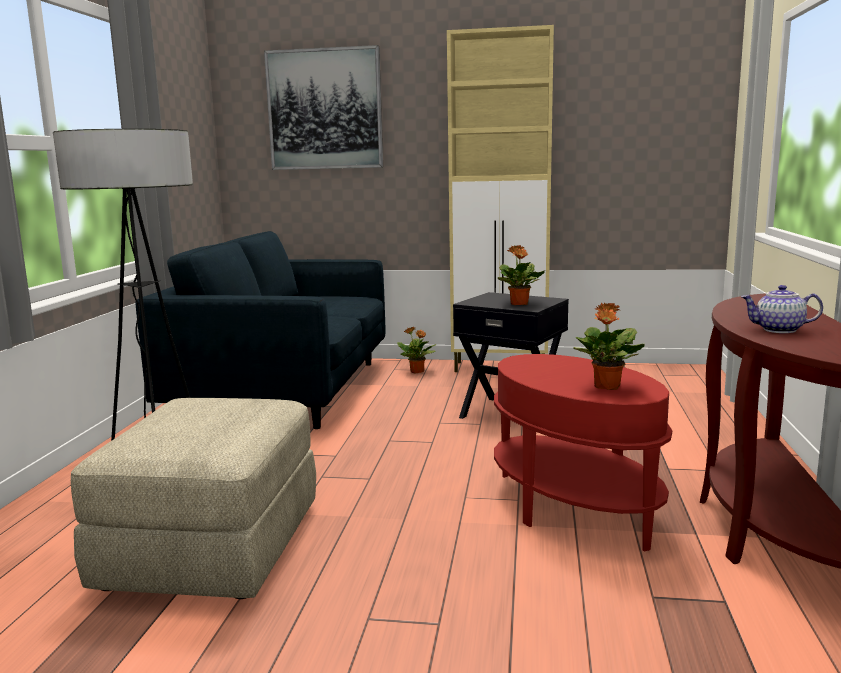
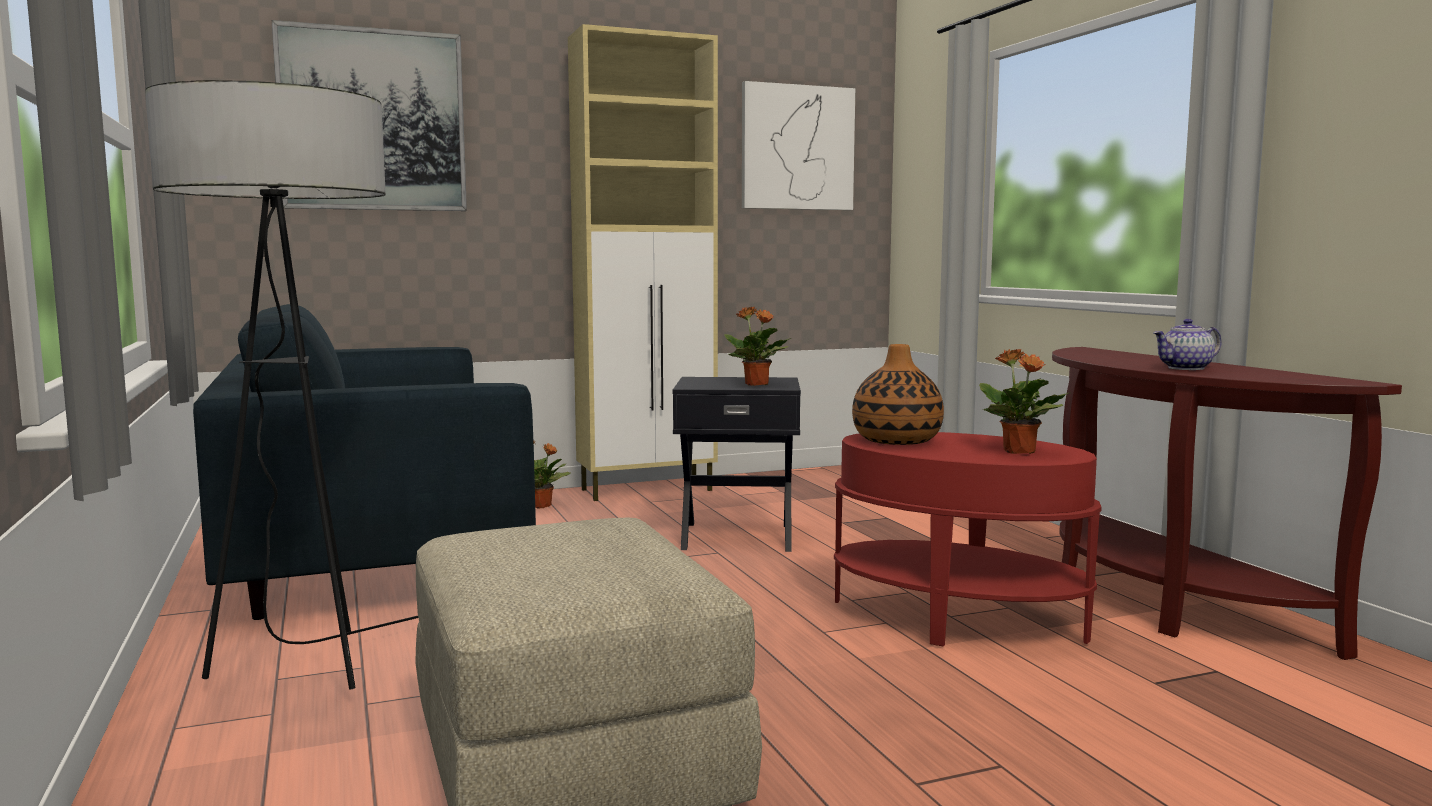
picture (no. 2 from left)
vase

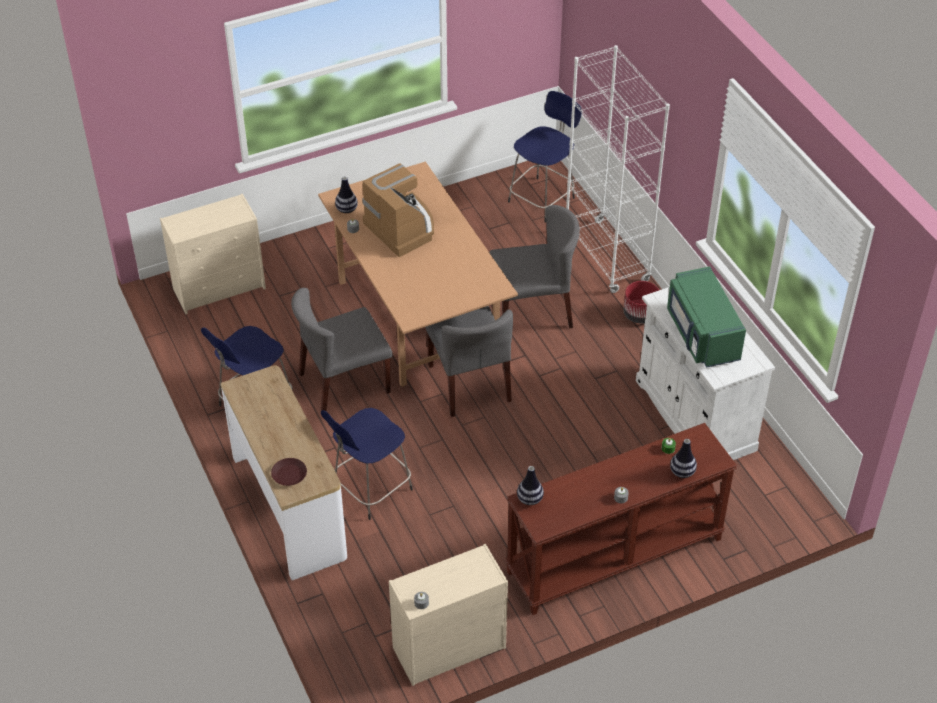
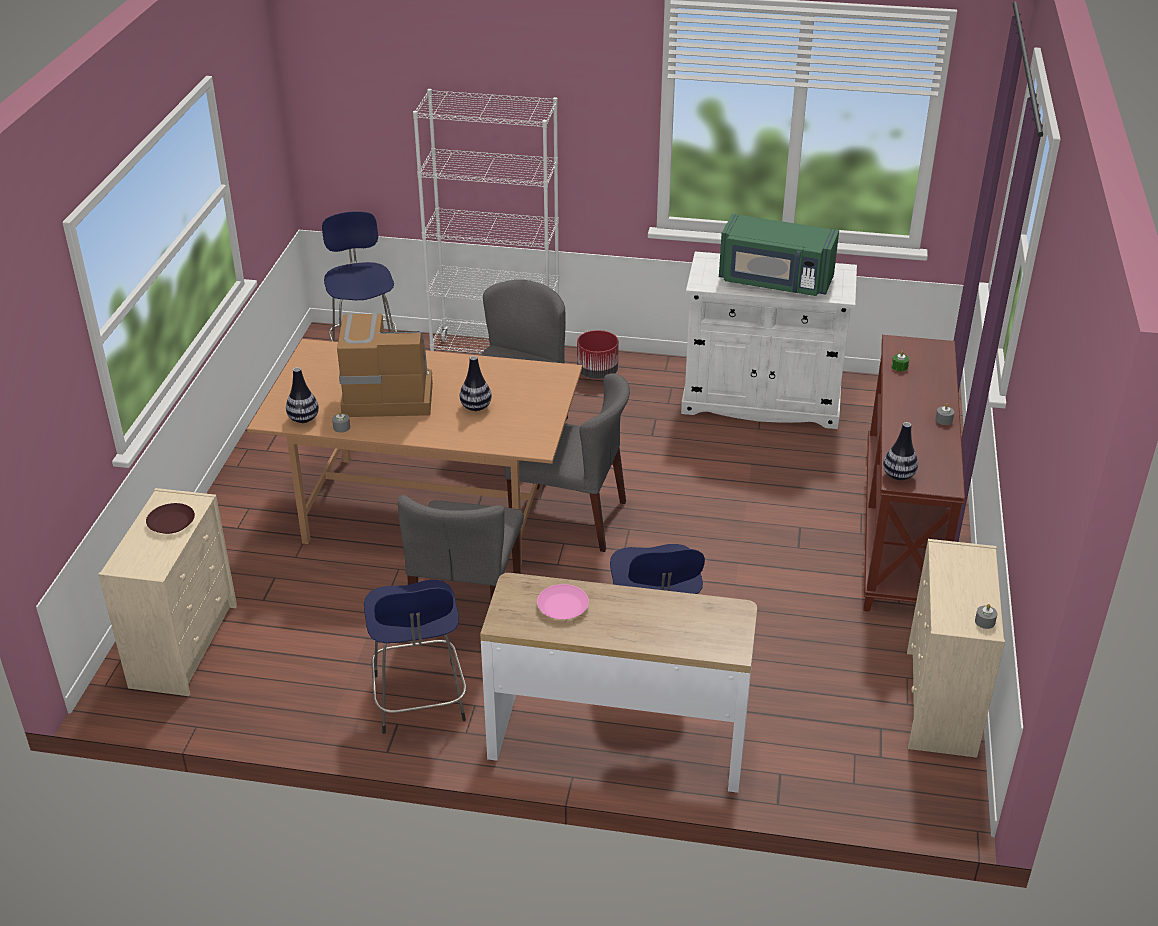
pink plate
brown plate
vase (no. 2 from left)

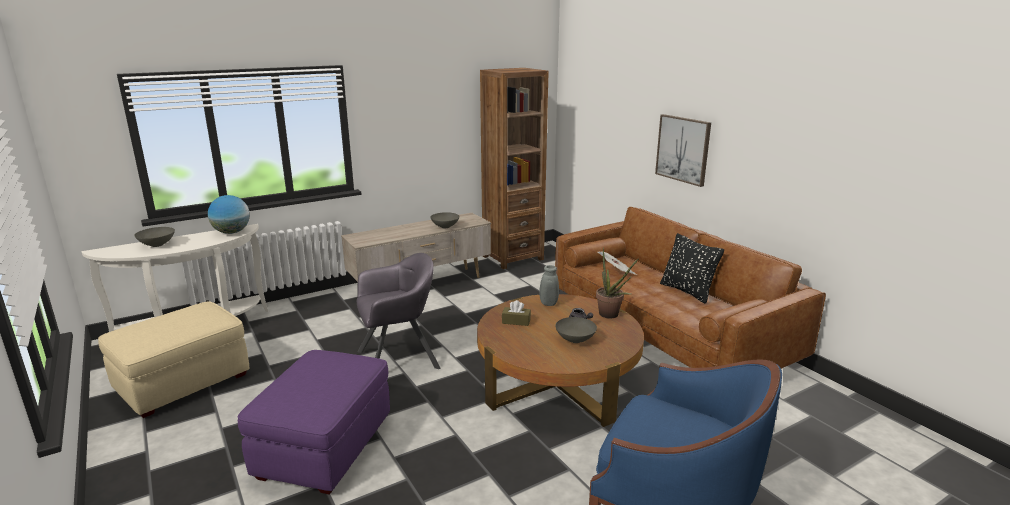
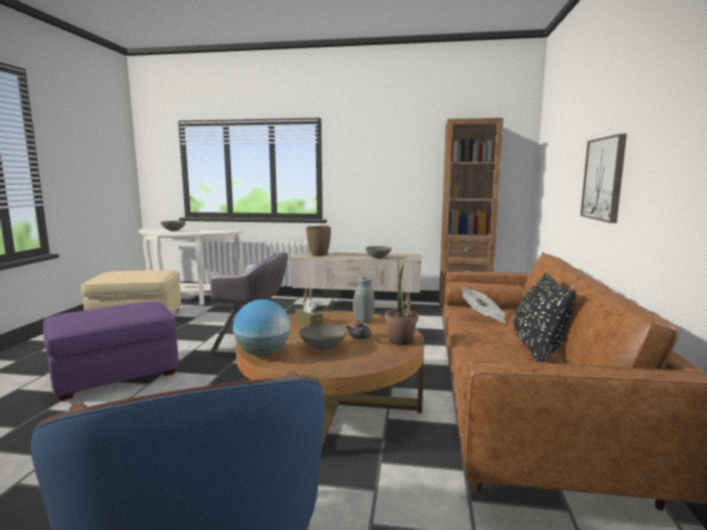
brown vase
globe

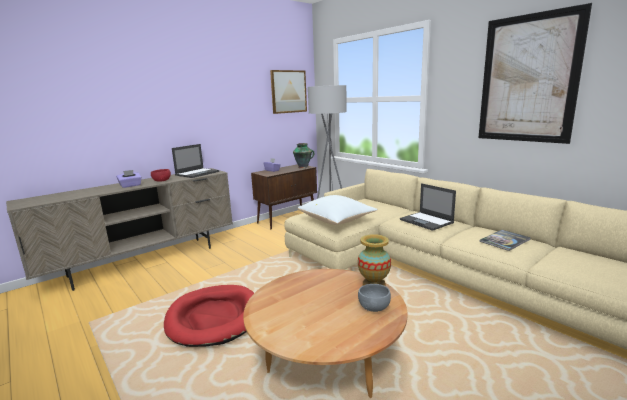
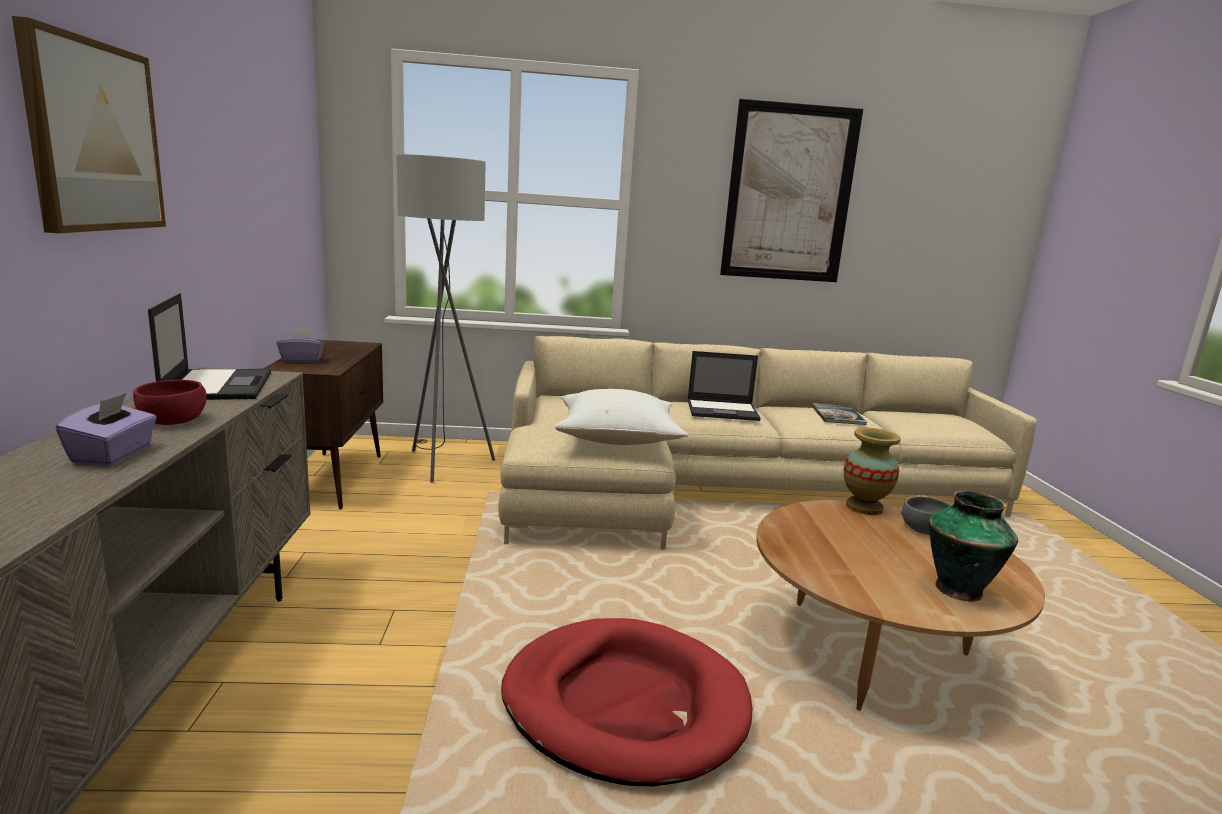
picture (no. 1 from left)
vase (no. 2 from left)

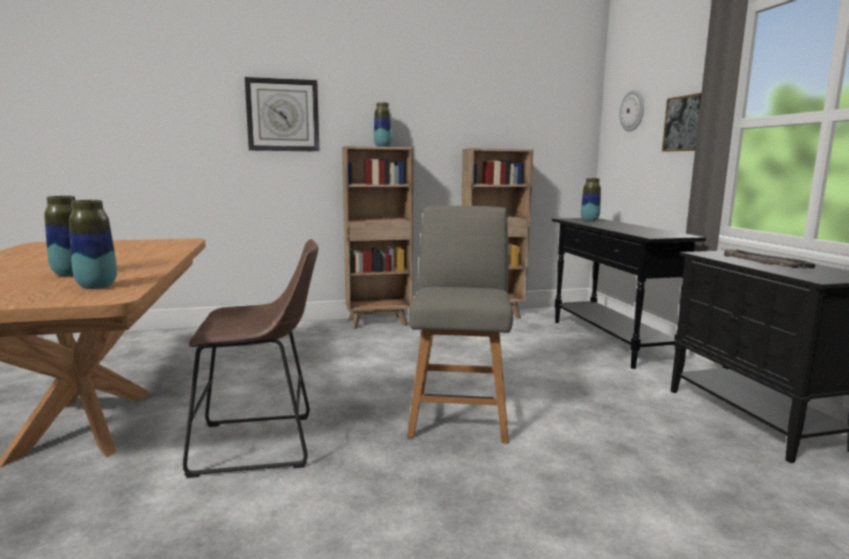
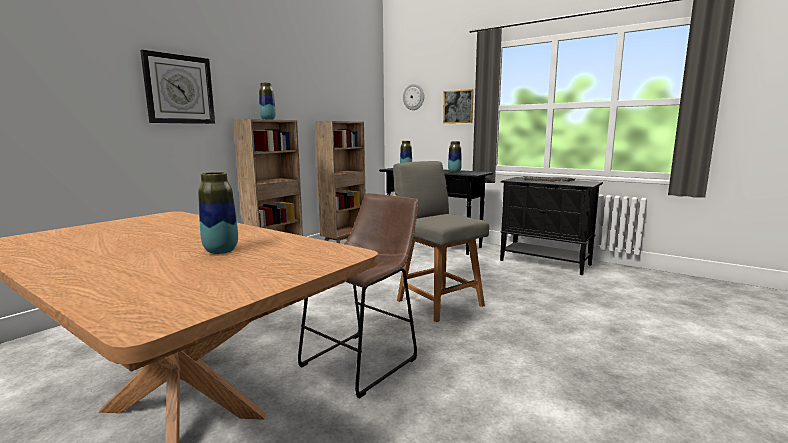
vase (no. 4 from left)

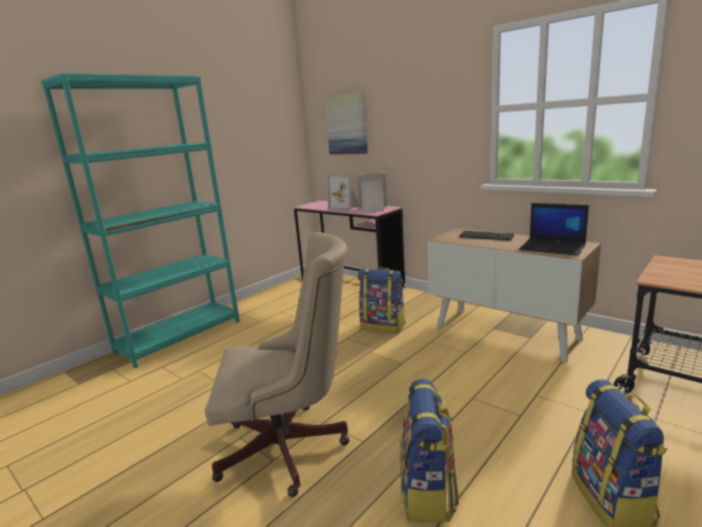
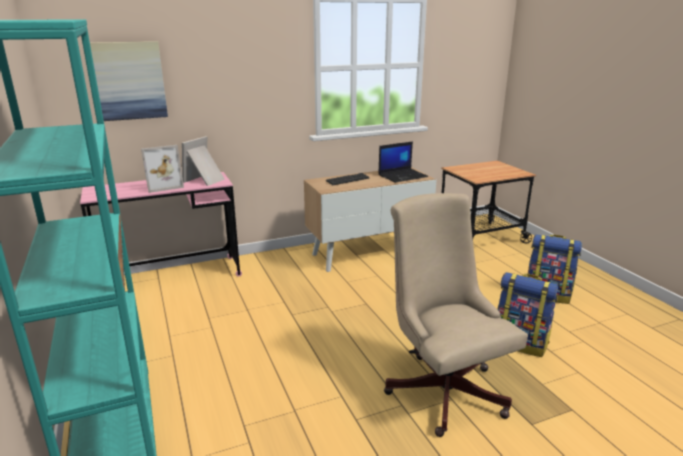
backpack (no. 1 from left in the first image)
beige office chair

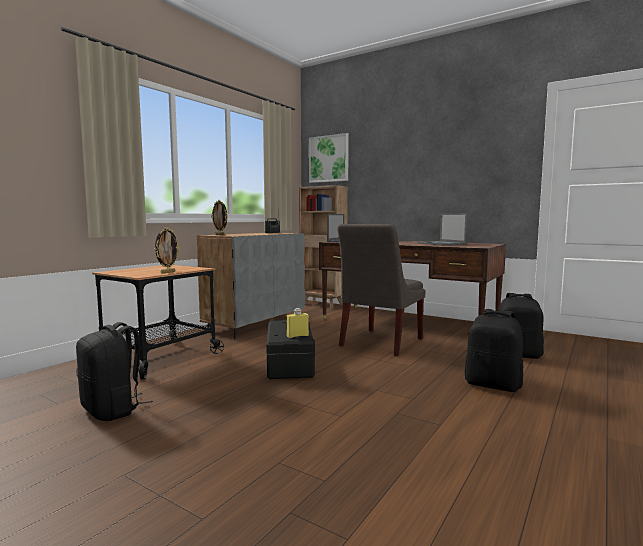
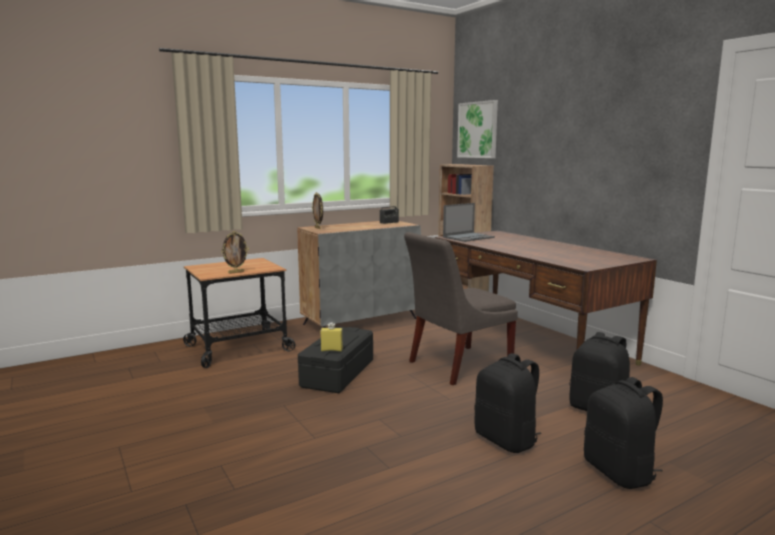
laptop (no. 2 from left in the first image)
black backpack (no. 3 from left)

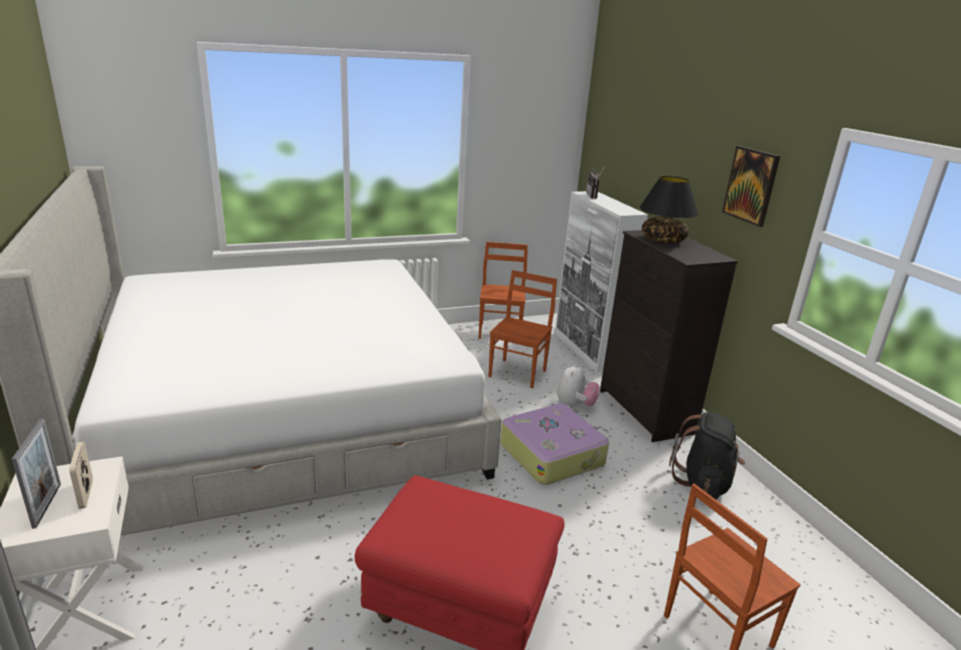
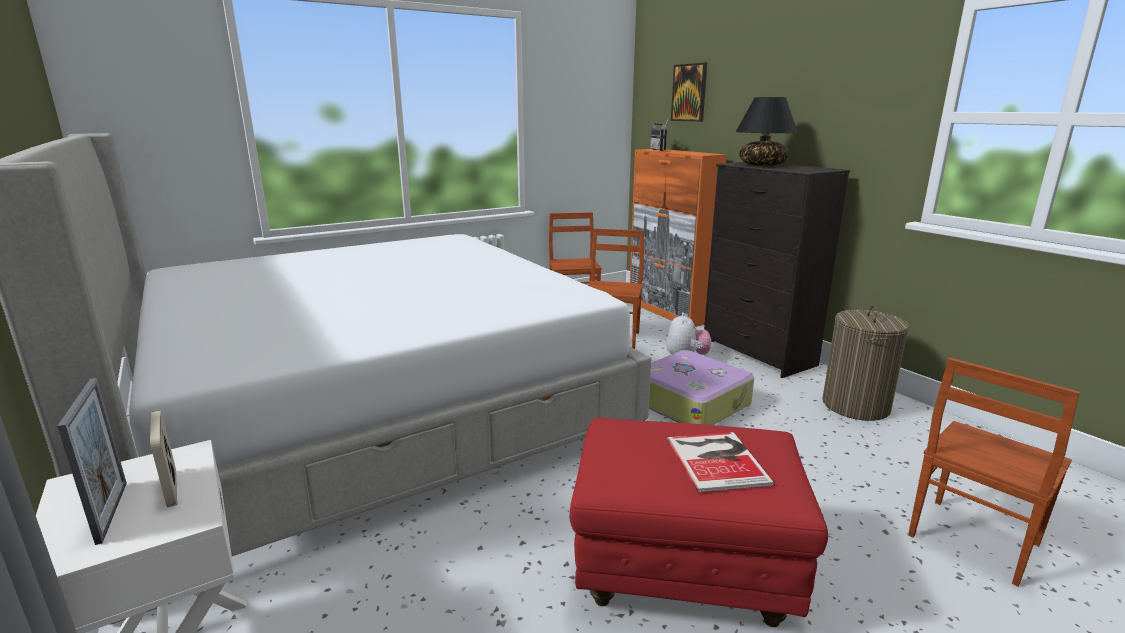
book
picture
laundry basket
orange cabinet

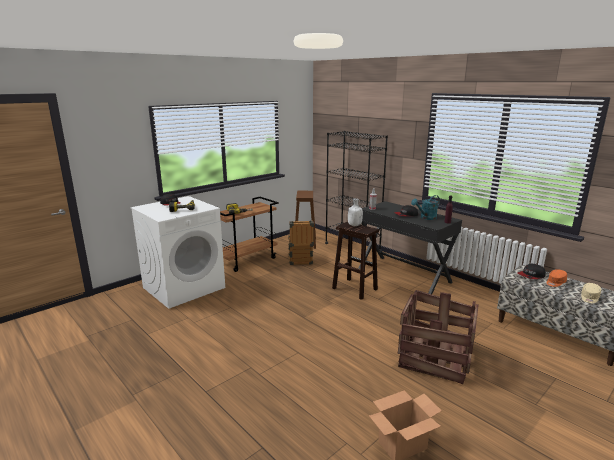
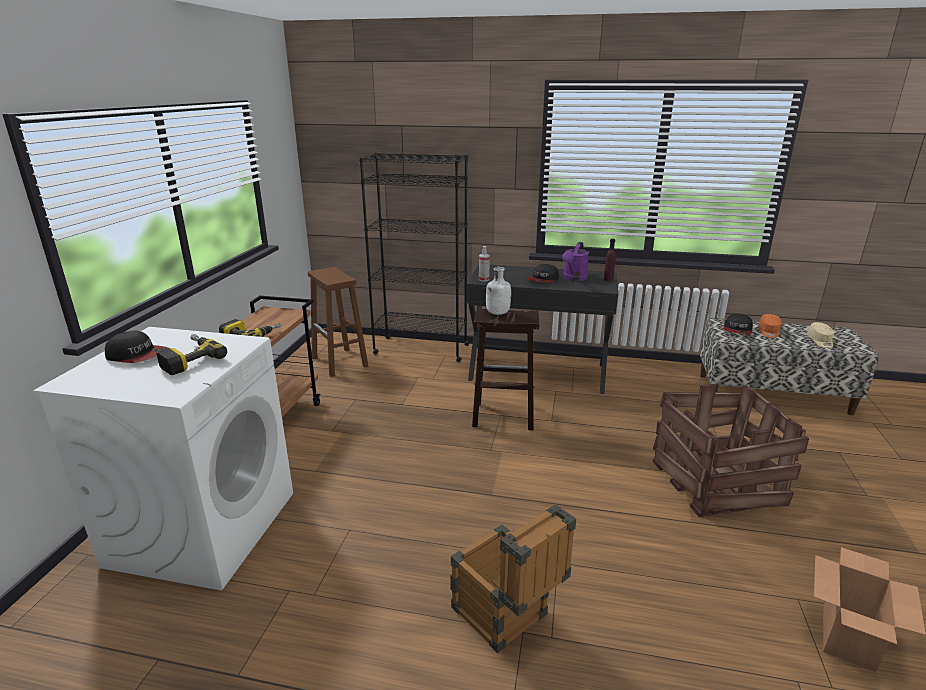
crate (no. 1 from left)
purple watering can

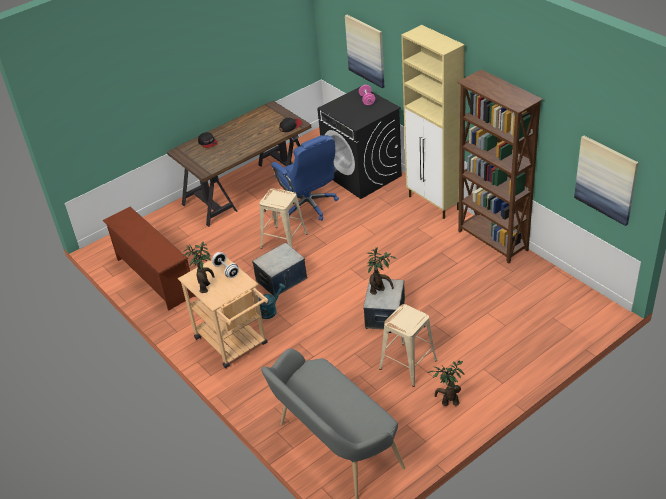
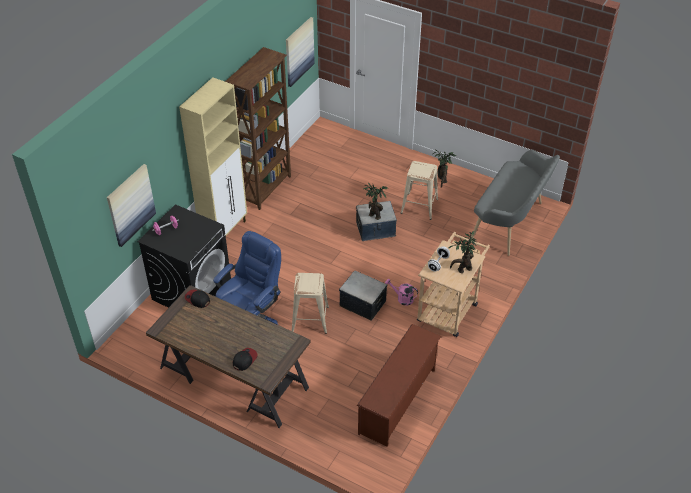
pink watering can

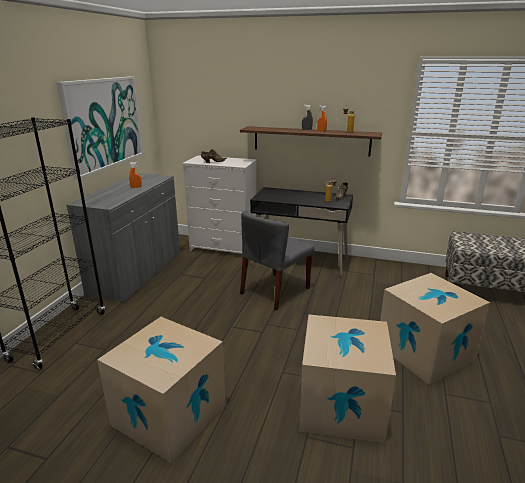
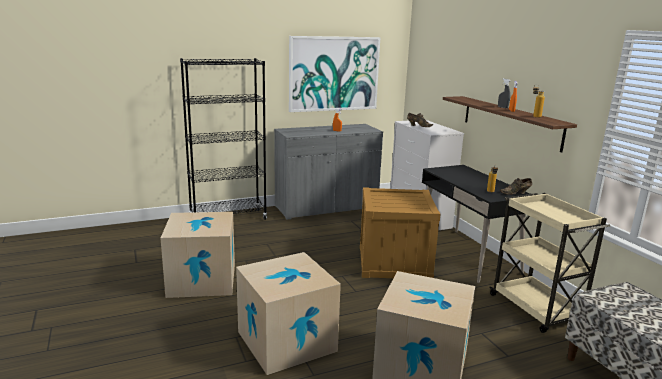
beige cart
crate

